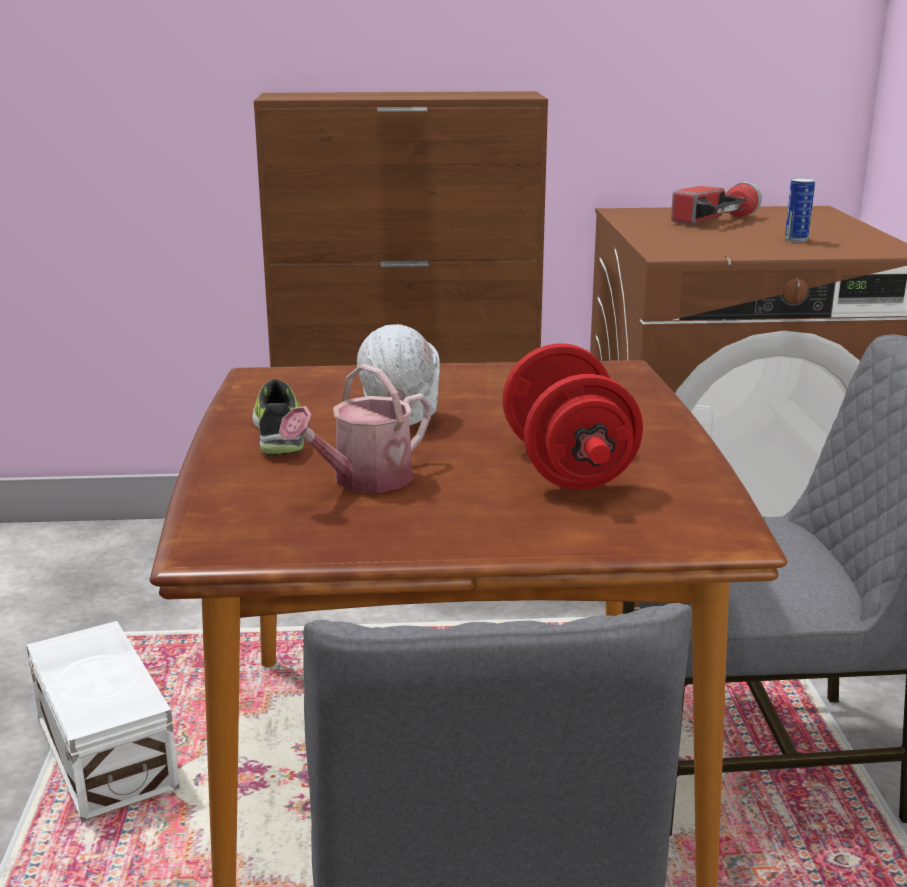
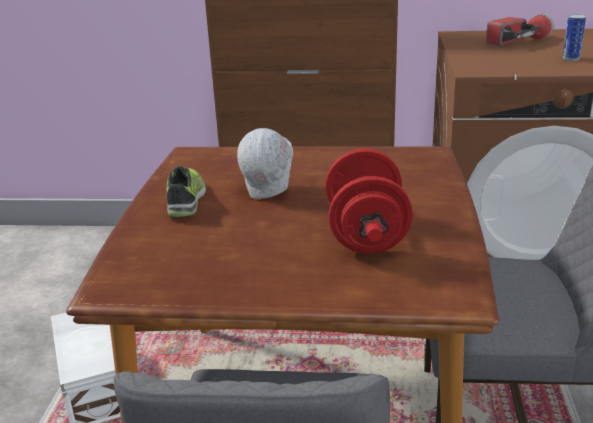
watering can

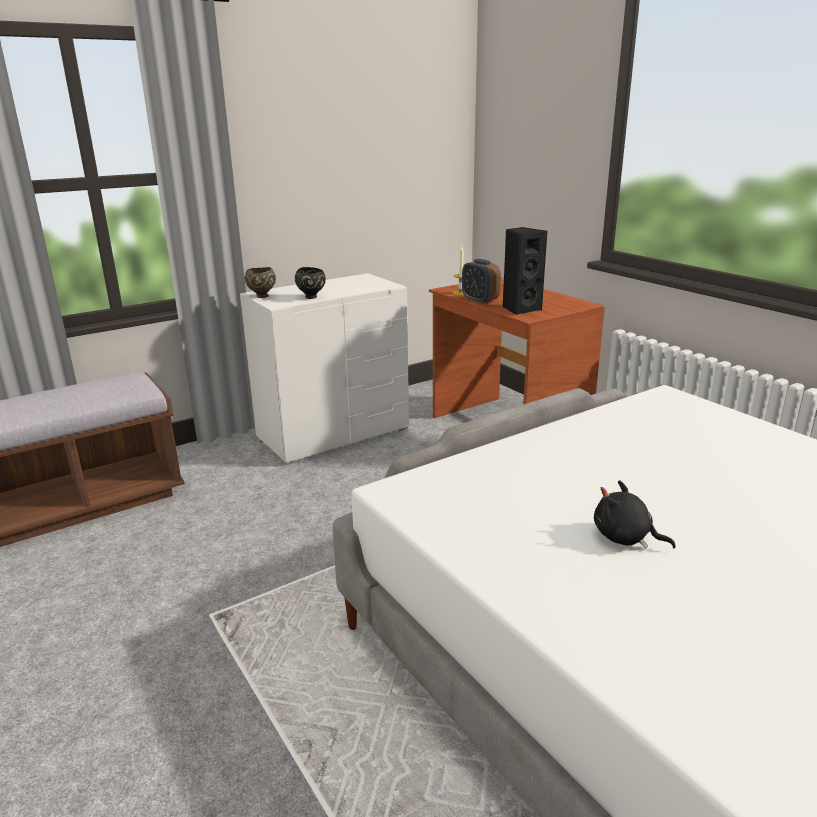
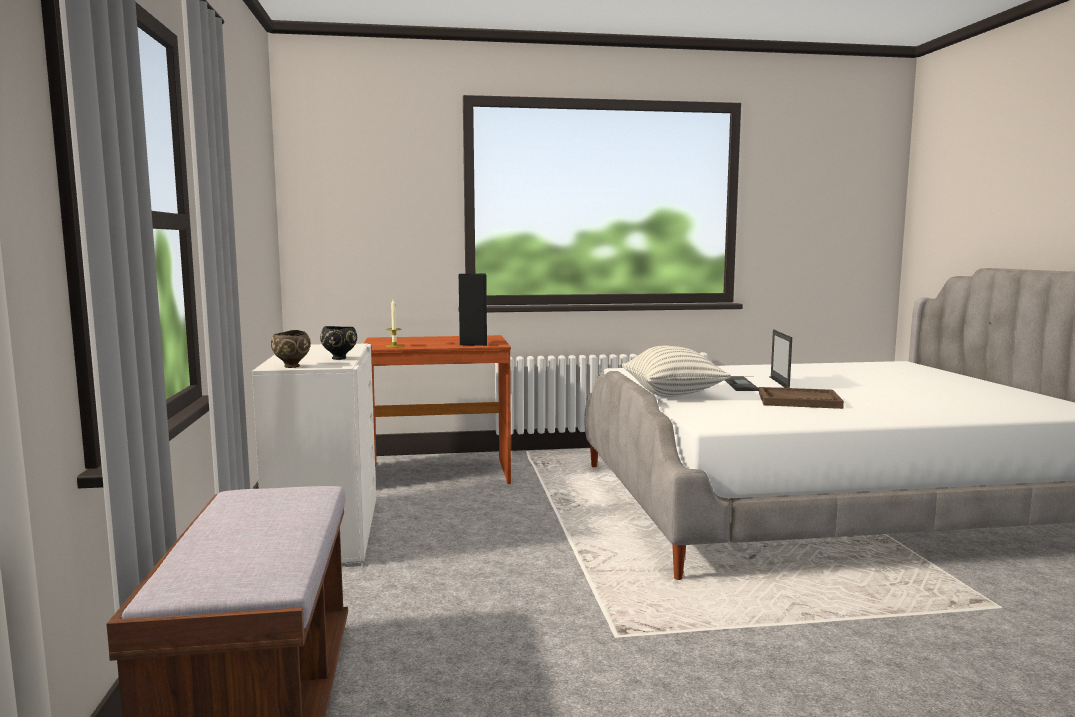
alarm clock
pillow
laptop
brown tray

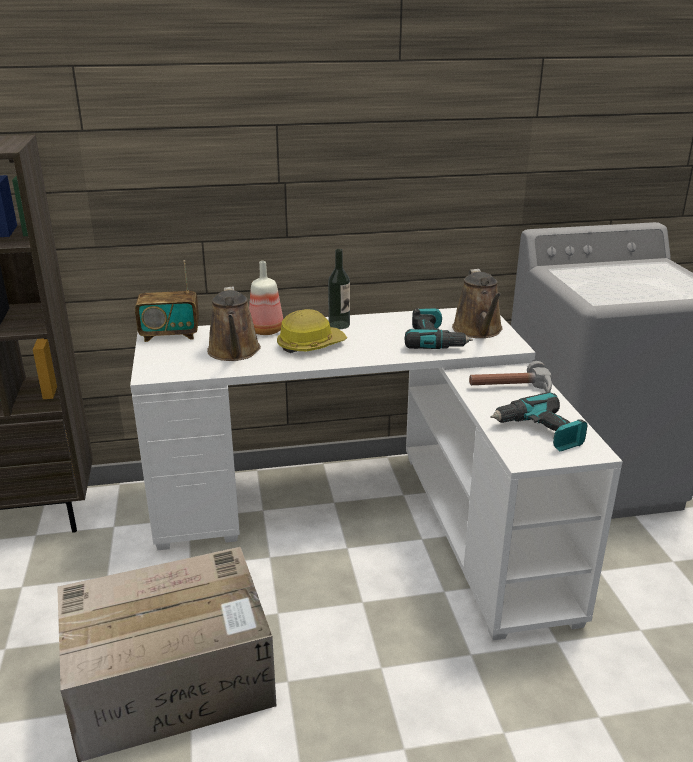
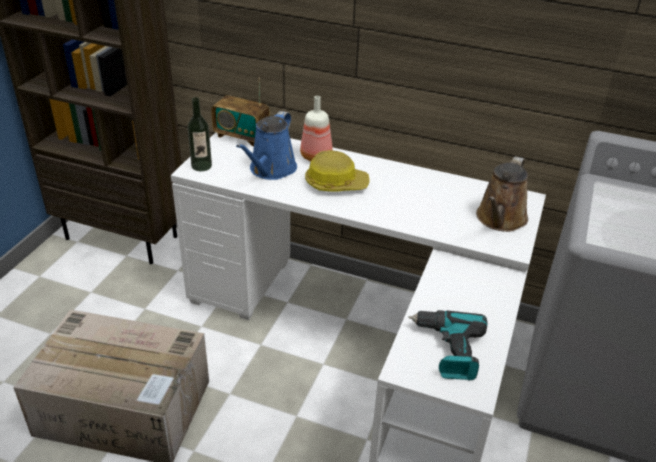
power drill (no. 1 from left in the first image)
hammer
bottle (no. 1 from left)
blue watering can

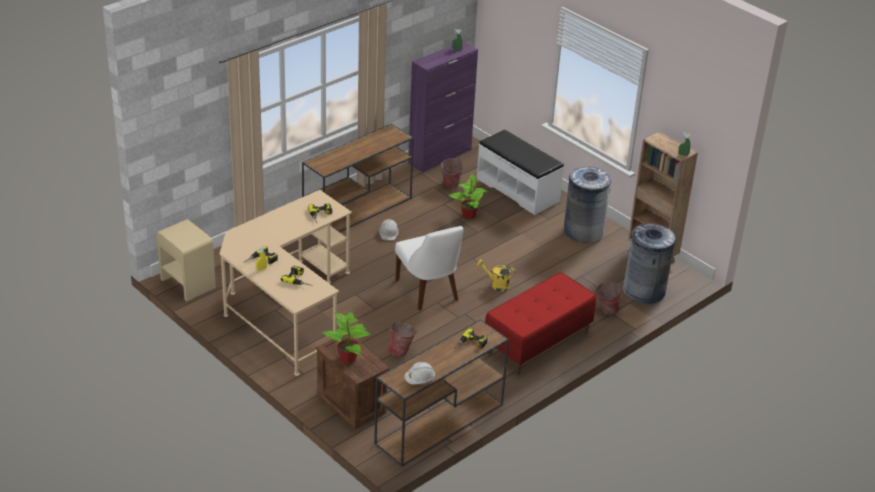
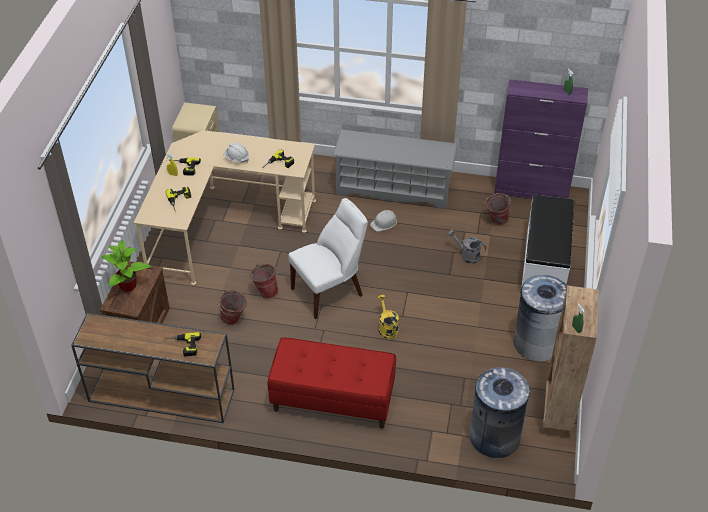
white hard hat (no. 1 from left)
bucket (no. 2 from left)
grey shoe rack
grey watering can
white chair

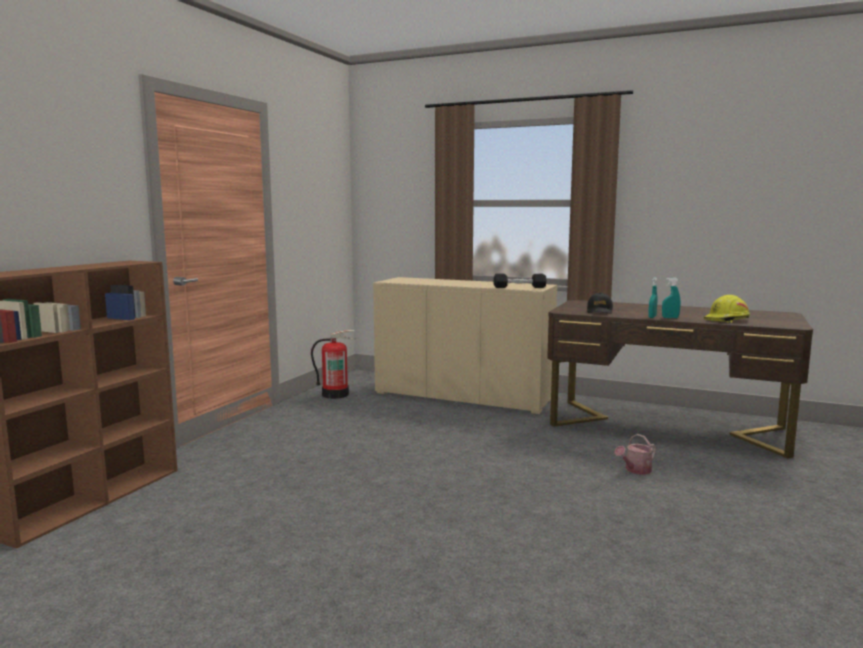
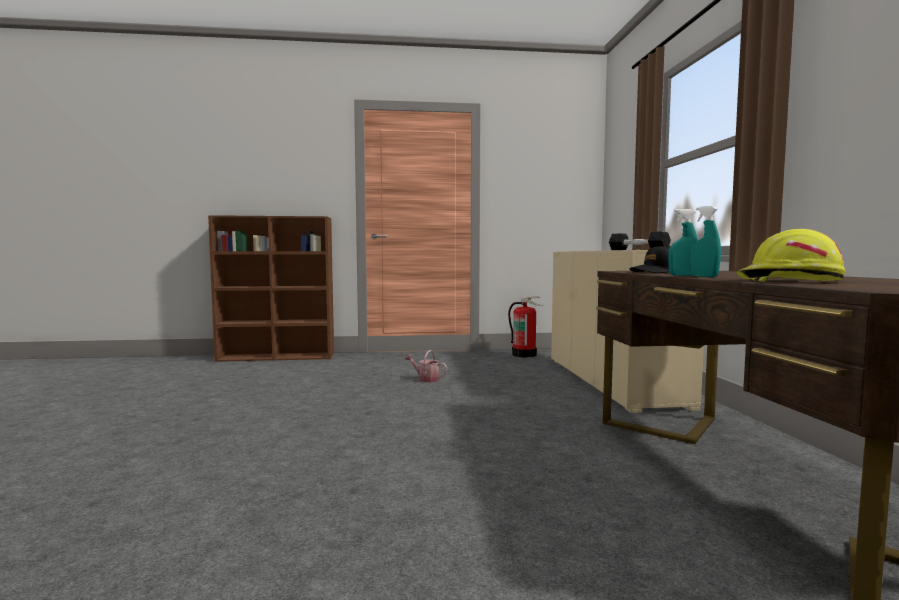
watering can

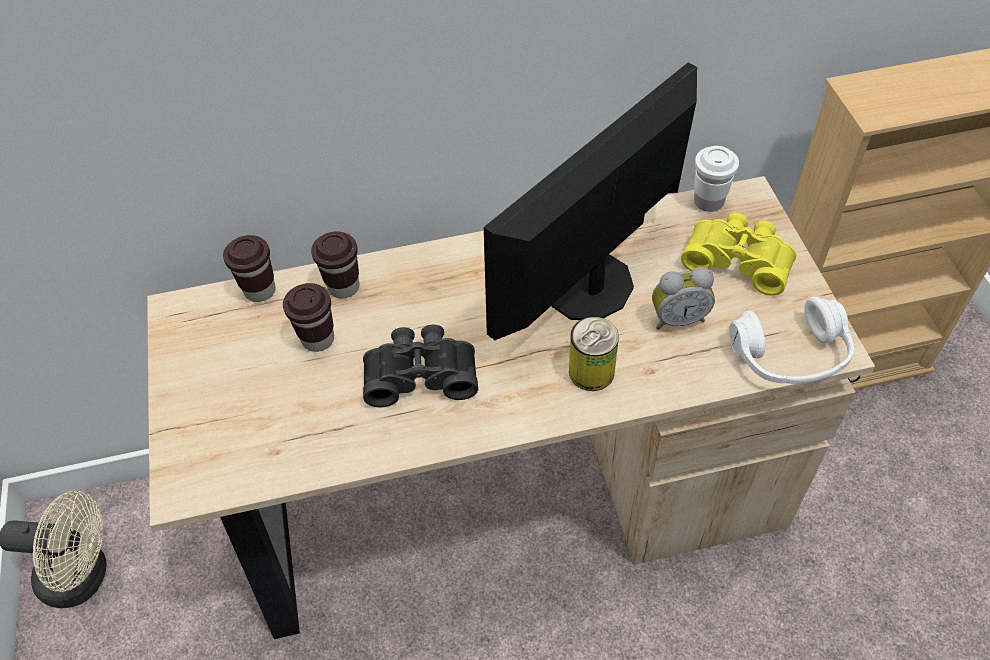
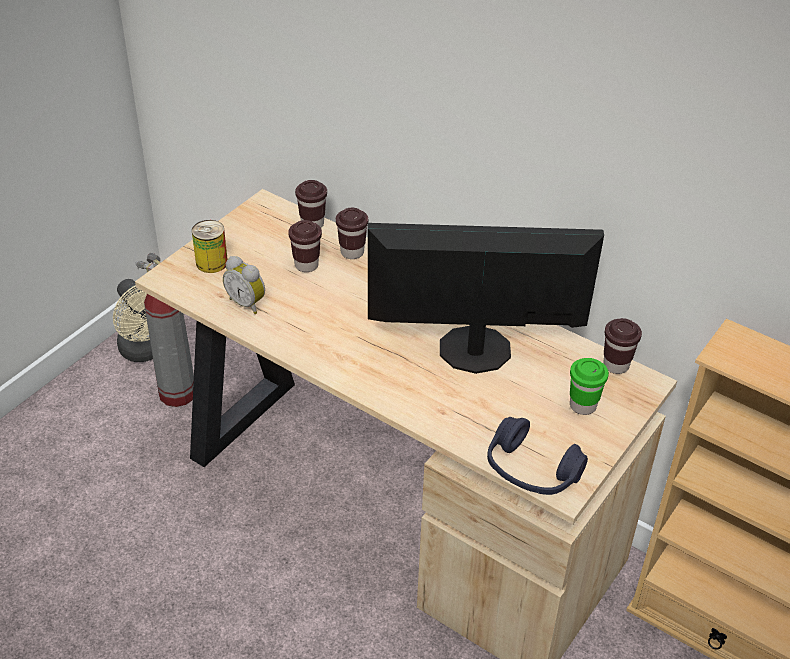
black binoculars
fire extinguisher
can
alarm clock
green cup
brown cup (no. 4 from left)
blue headphones

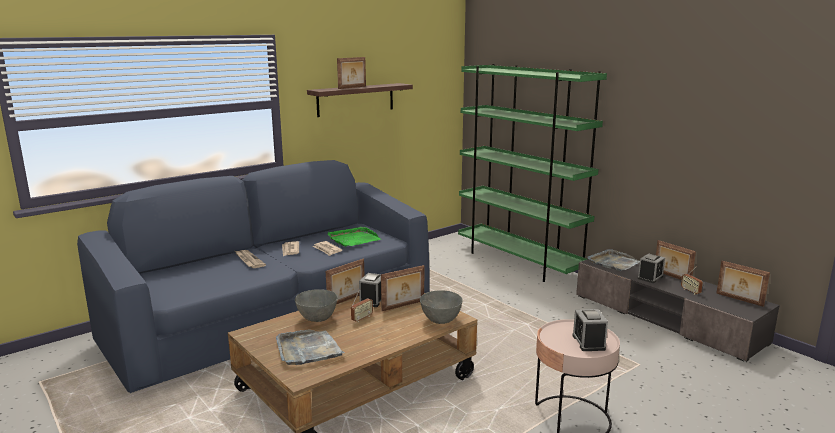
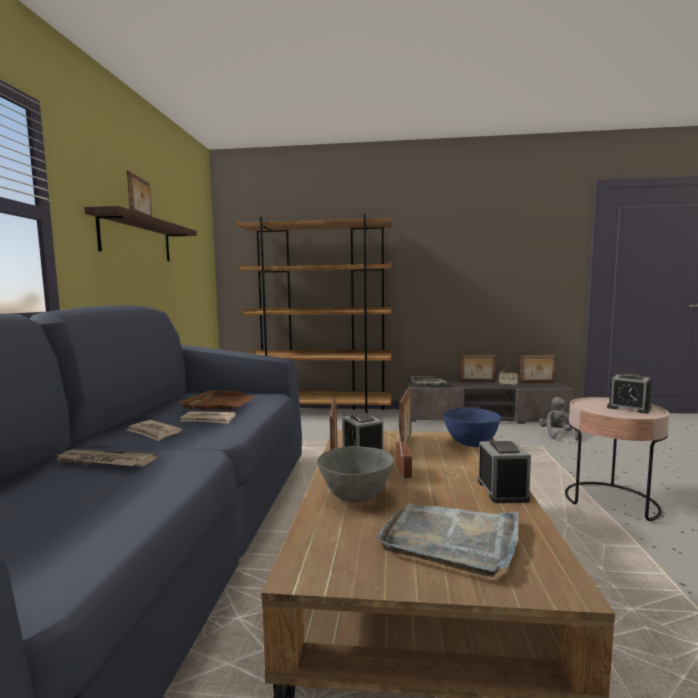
grey plush toy
alarm clock (no. 2 from left)
brown tray
blue bowl
brown bookcase

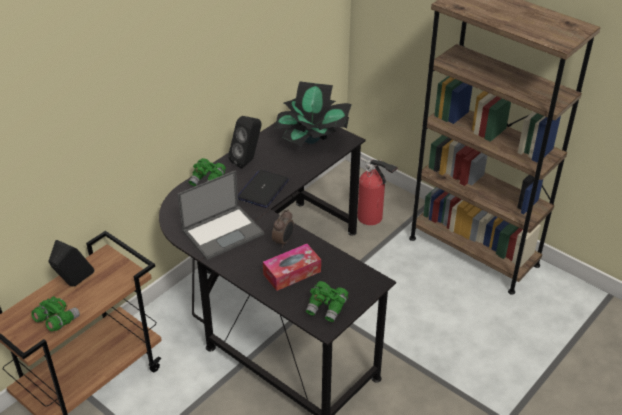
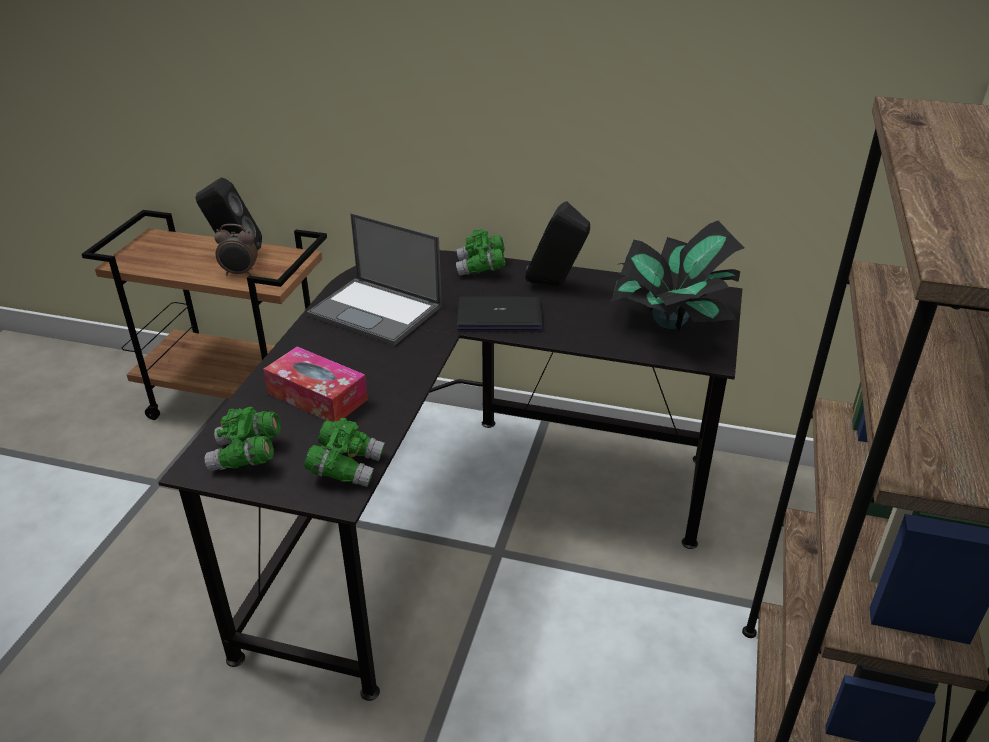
fire extinguisher
green binoculars (no. 2 from left)
alarm clock

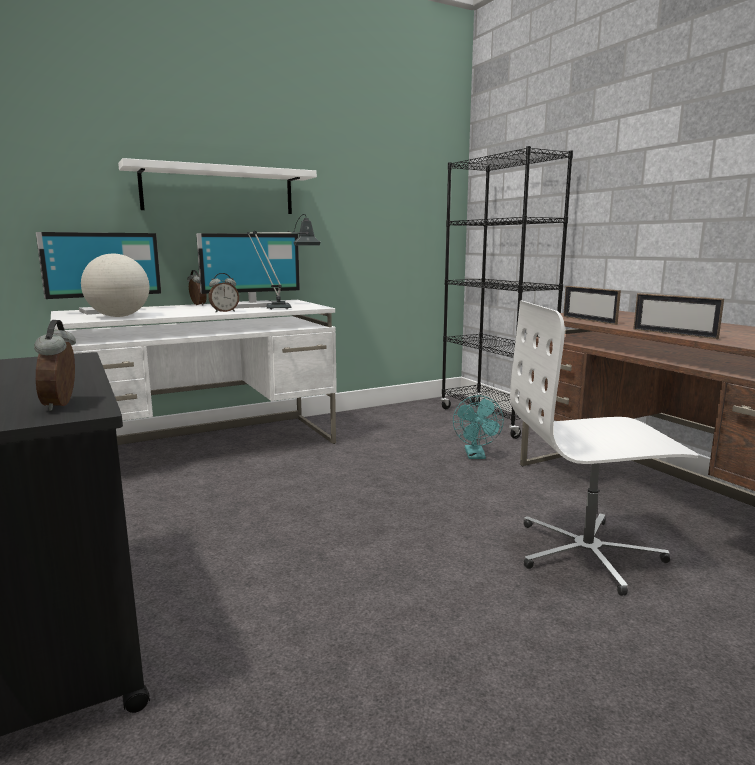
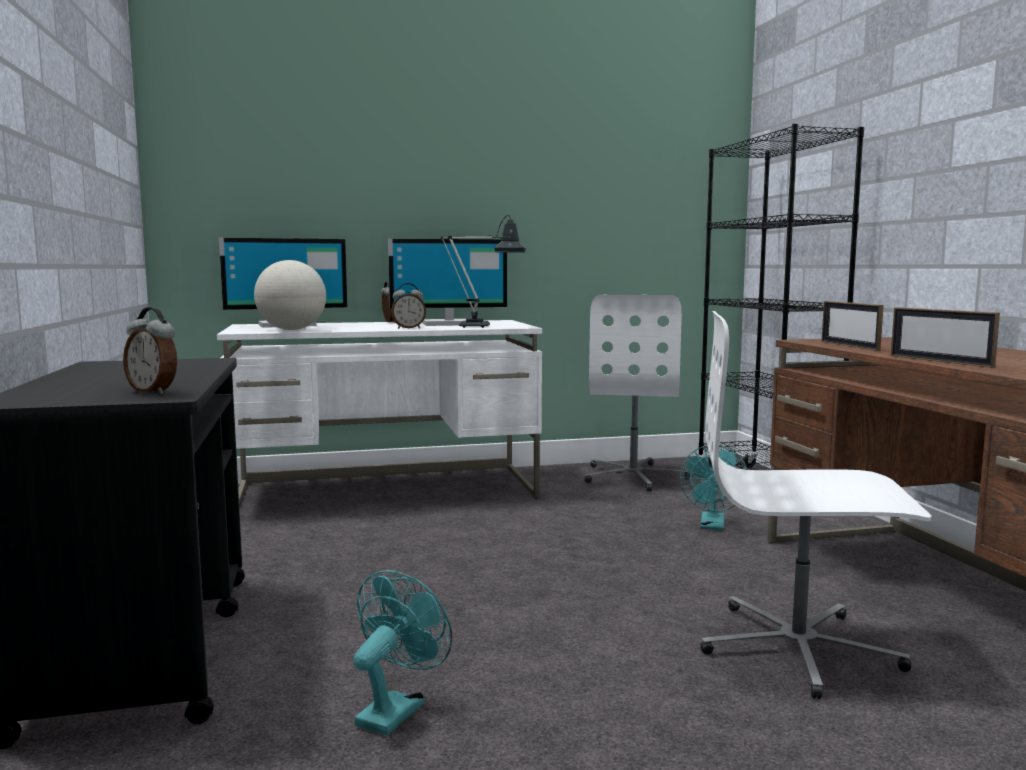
white shelf
turquoise fan (no. 1 from left)
white office chair (no. 1 from left)
alarm clock (no. 1 from left)

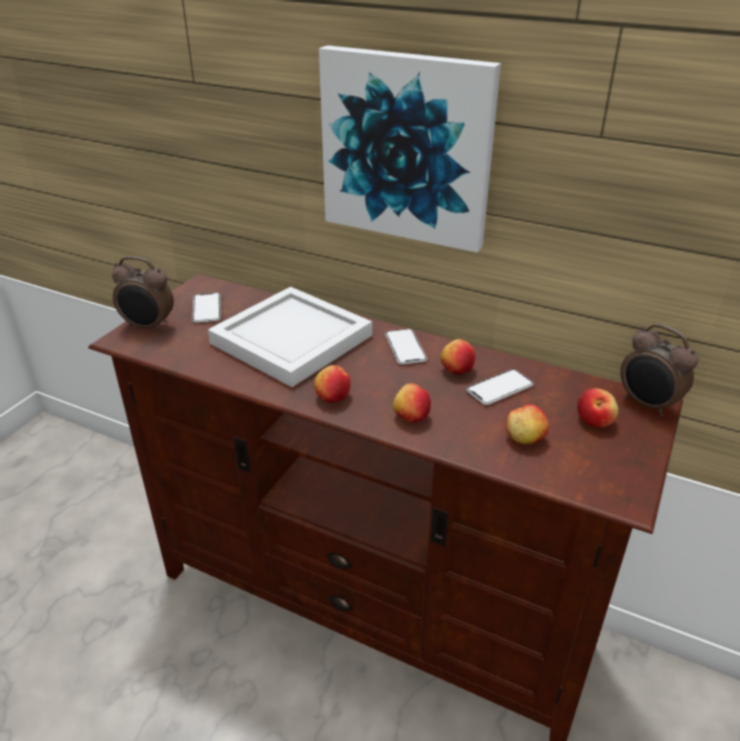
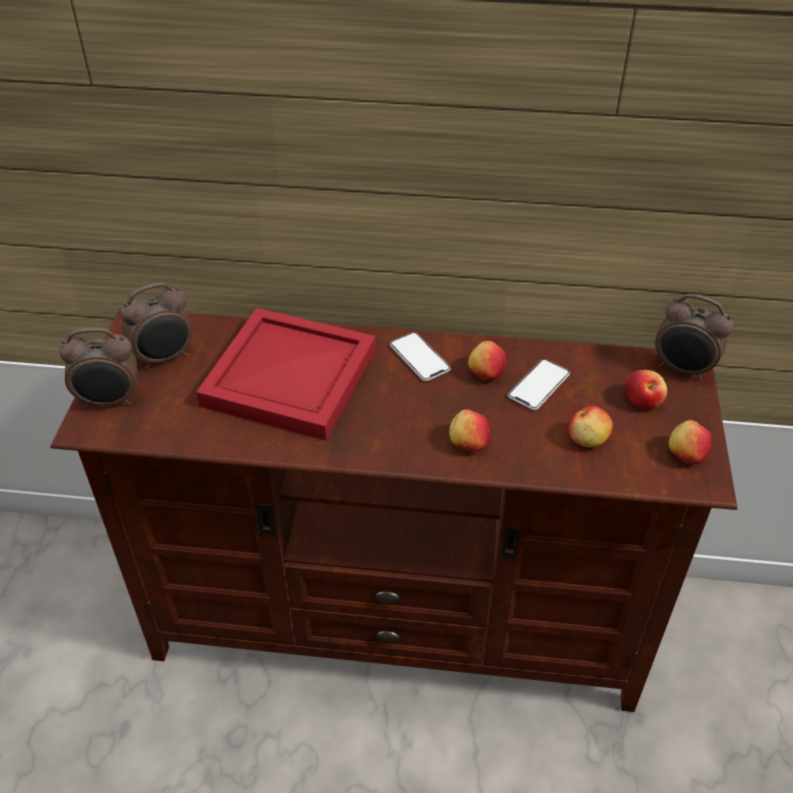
picture
apple (no. 5 from left)
alarm clock (no. 2 from left)
red tray

